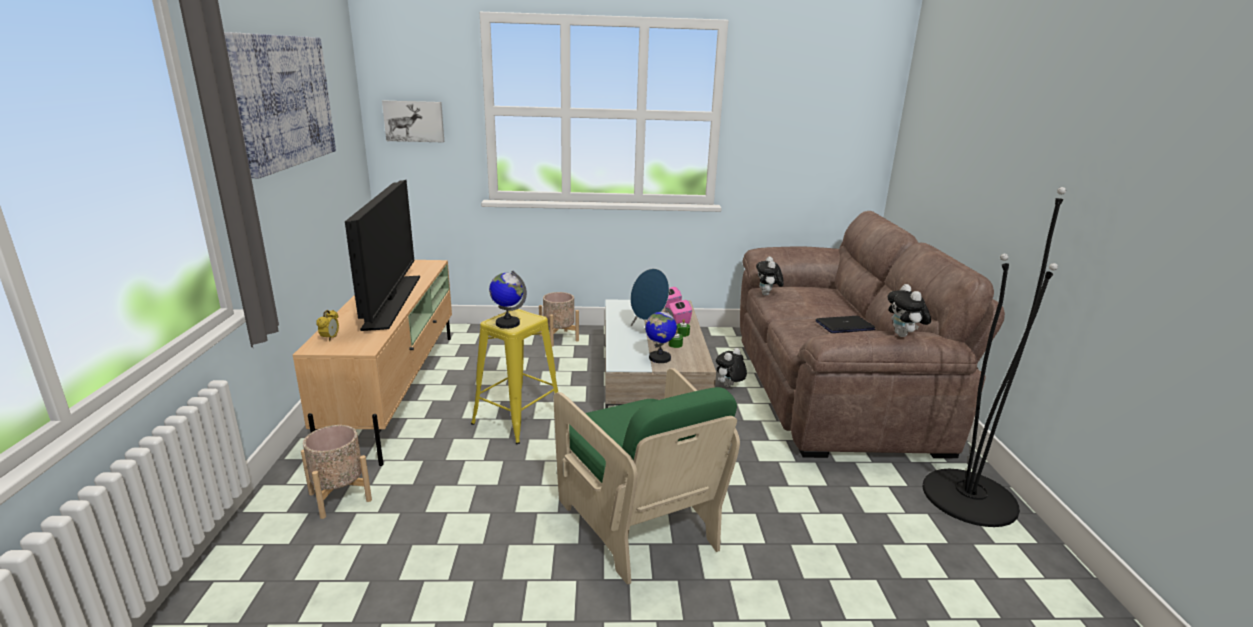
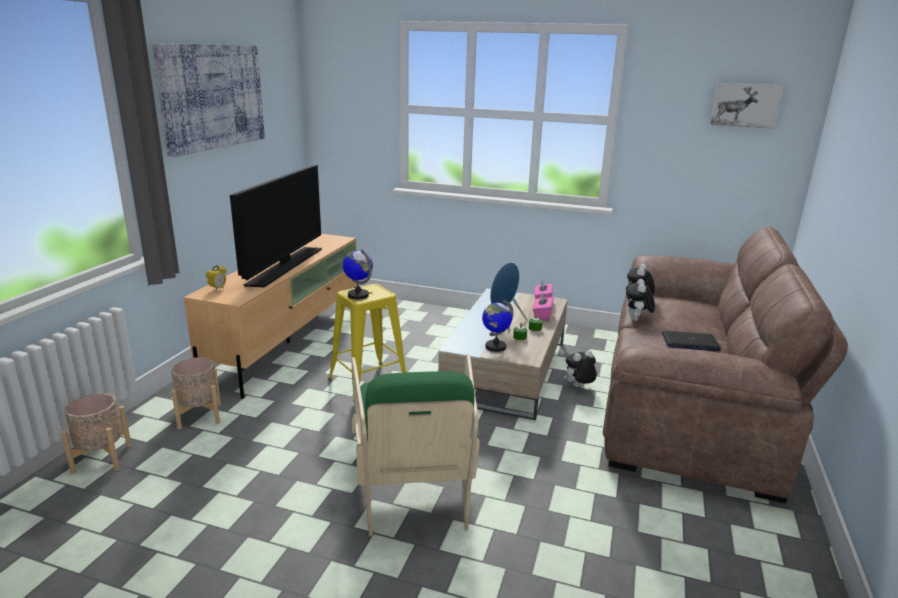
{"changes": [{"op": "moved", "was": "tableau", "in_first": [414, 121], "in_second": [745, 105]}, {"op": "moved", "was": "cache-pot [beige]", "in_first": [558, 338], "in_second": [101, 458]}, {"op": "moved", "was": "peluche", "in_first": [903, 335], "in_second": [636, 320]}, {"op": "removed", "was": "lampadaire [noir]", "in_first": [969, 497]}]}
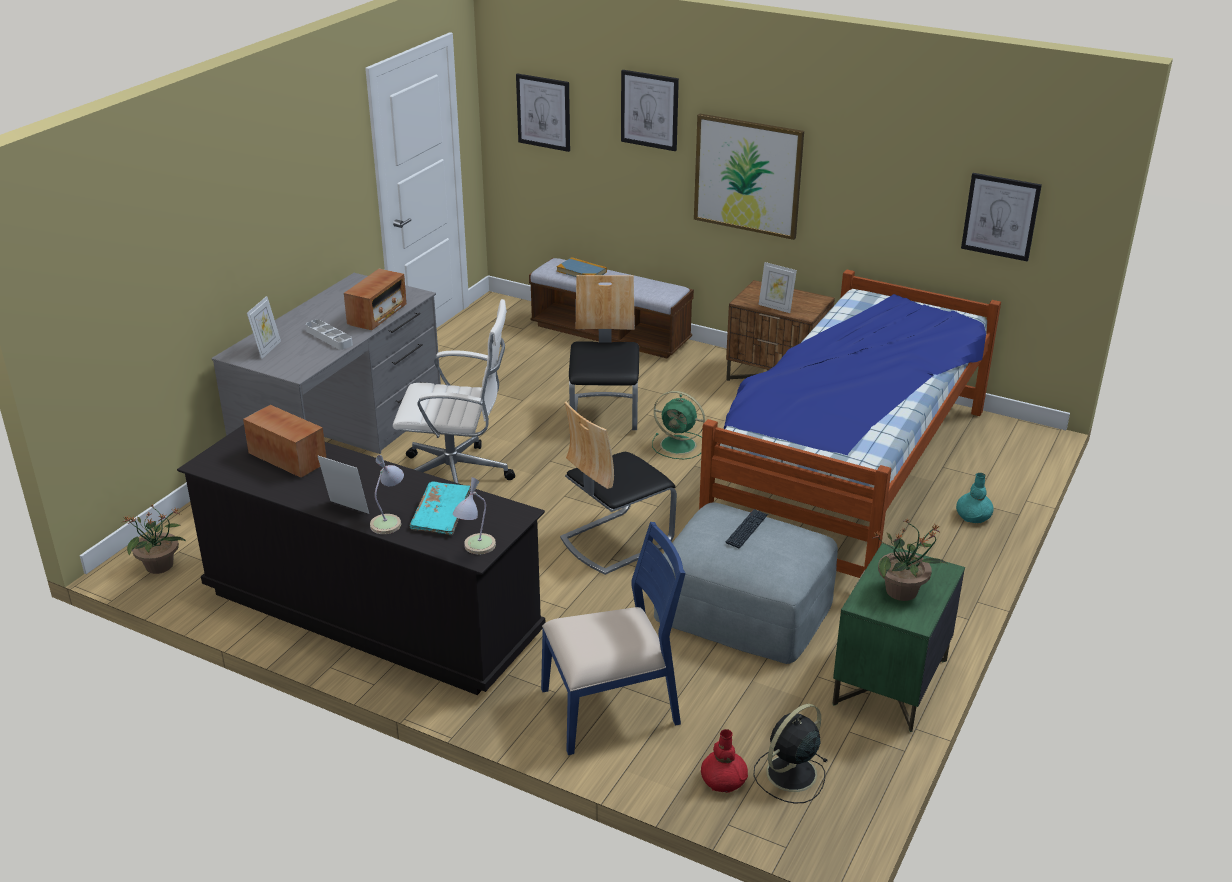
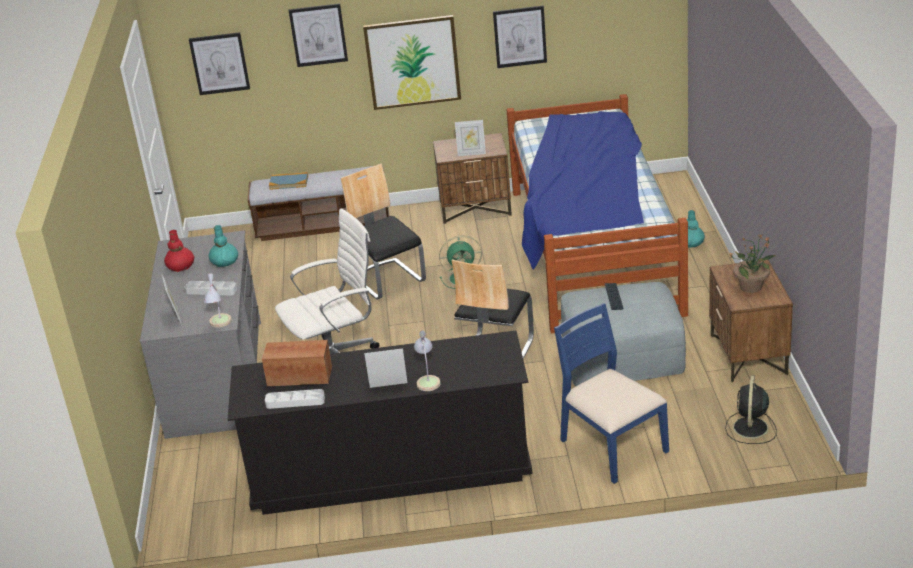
{"changes": [{"op": "removed", "was": "plante en pot", "in_first": [160, 566]}, {"op": "replaced", "was": "radio", "now": "vase [turquoise]", "in_first": [377, 315], "in_second": [224, 262]}, {"op": "removed", "was": "livre [turquoise]", "in_first": [441, 517]}, {"op": "moved", "was": "lampe de table", "in_first": [475, 548], "in_second": [219, 324]}, {"op": "turned", "was": "chaise [bleu]", "in_first": [612, 708], "in_second": [612, 446], "clockwise": -75}, {"op": "moved", "was": "vase [rouge]", "in_first": [723, 780], "in_second": [180, 266]}, {"op": "recoloured", "was": "table de chevet [vert]", "now": "table de chevet [marron]", "in_first": [890, 682], "in_second": [748, 355]}, {"op": "moved", "was": "tableau", "in_first": [1000, 216], "in_second": [520, 36]}, {"op": "added", "now": "plateau [gris]", "in_second": [295, 401]}]}
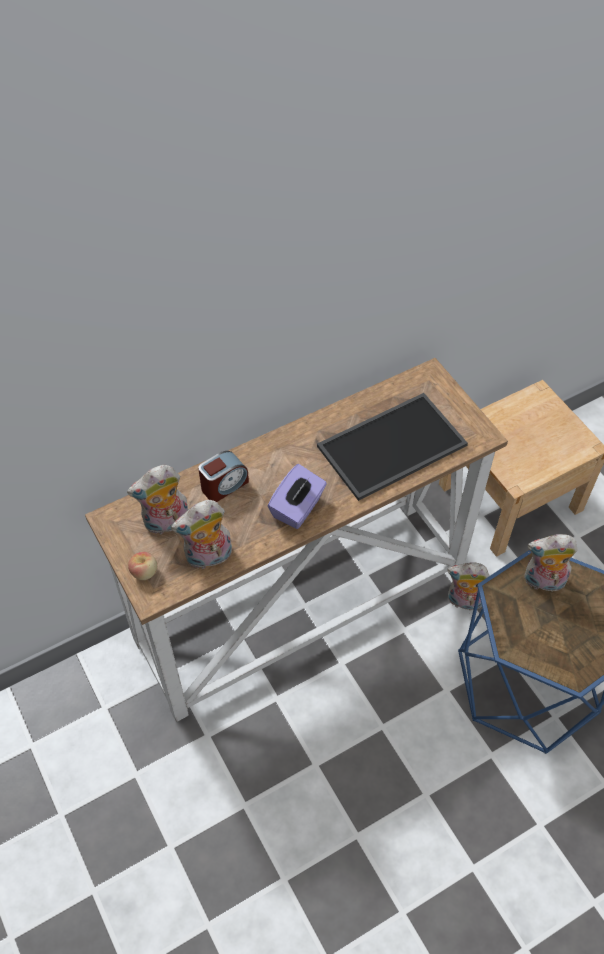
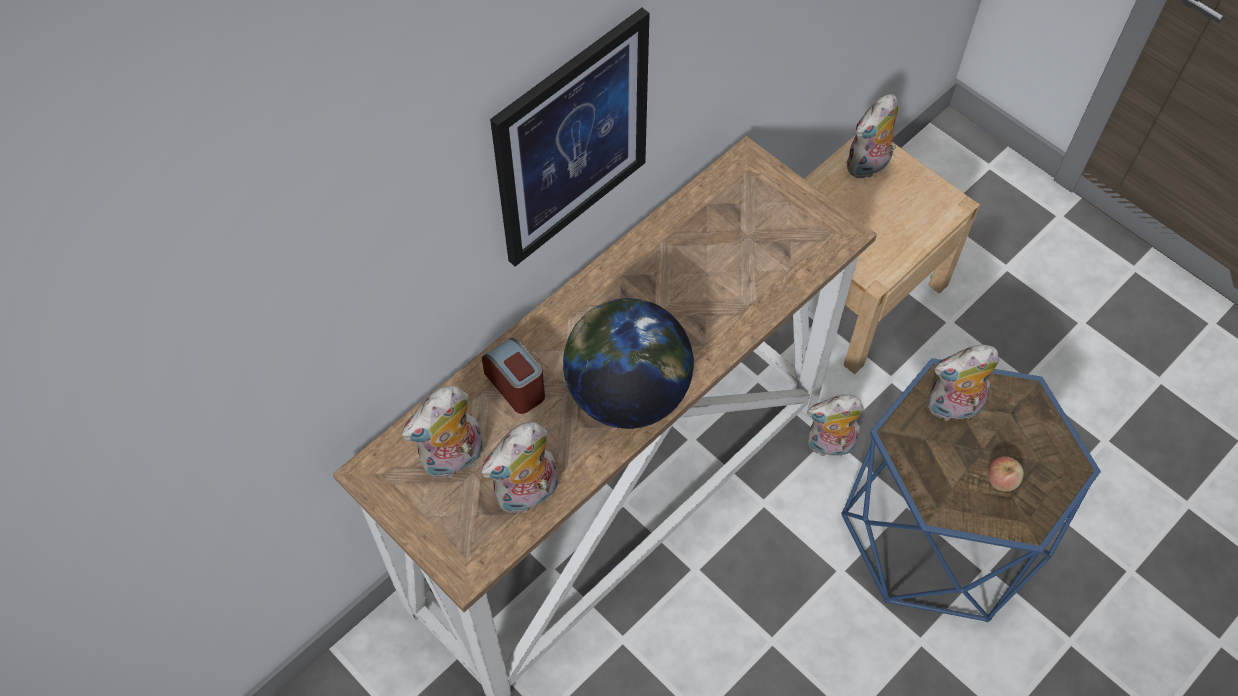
{"changes": [{"op": "moved", "was": "pomme", "in_first": [145, 572], "in_second": [1001, 480]}, {"op": "turned", "was": "réveil", "in_first": [224, 485], "in_second": [516, 385], "clockwise": -75}, {"op": "replaced", "was": "boîte à mouchoirs [violet]", "now": "globe", "in_first": [298, 508], "in_second": [627, 394]}, {"op": "removed", "was": "plateau", "in_first": [392, 448]}, {"op": "added", "now": "tableau", "in_second": [571, 140]}, {"op": "added", "now": "peluche", "in_second": [868, 166]}]}
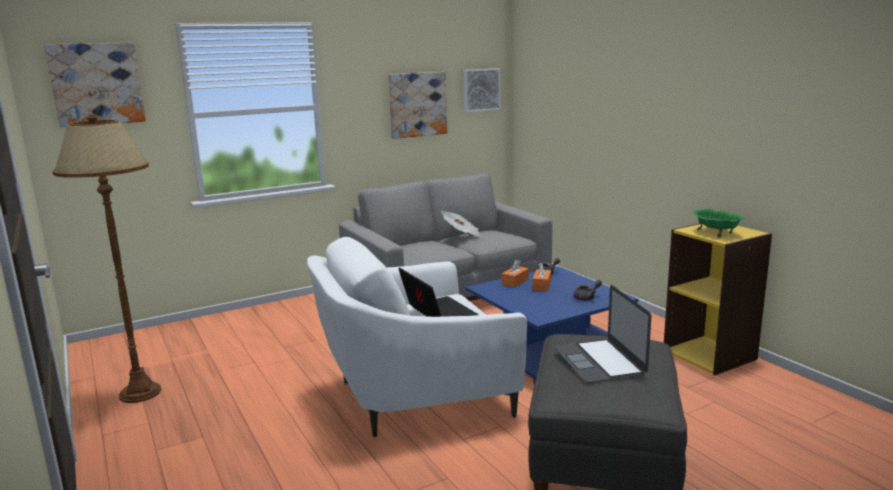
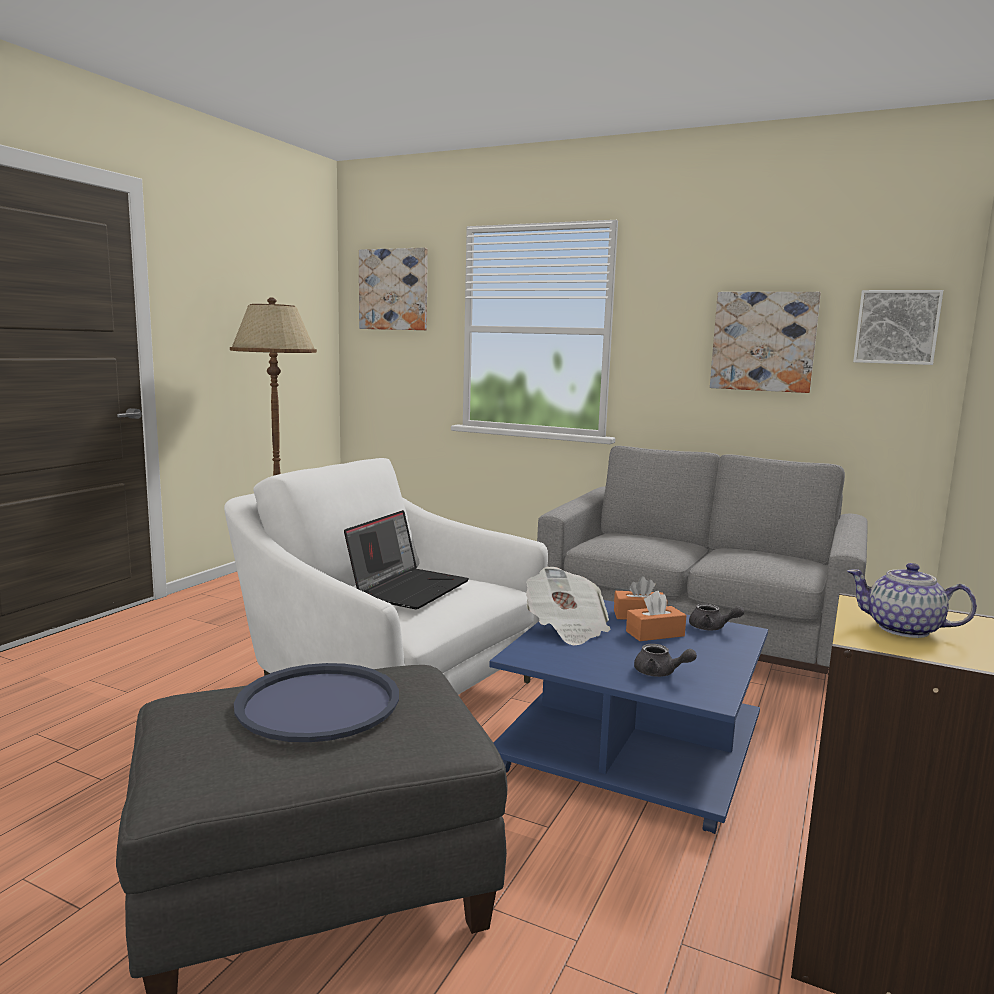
{"changes": [{"op": "moved", "was": "journal", "in_first": [462, 234], "in_second": [566, 628]}, {"op": "replaced", "was": "ordinateur portable", "now": "plateau [bleu]", "in_first": [599, 361], "in_second": [319, 703]}, {"op": "replaced", "was": "bol [vert]", "now": "théière", "in_first": [716, 233], "in_second": [904, 629]}]}
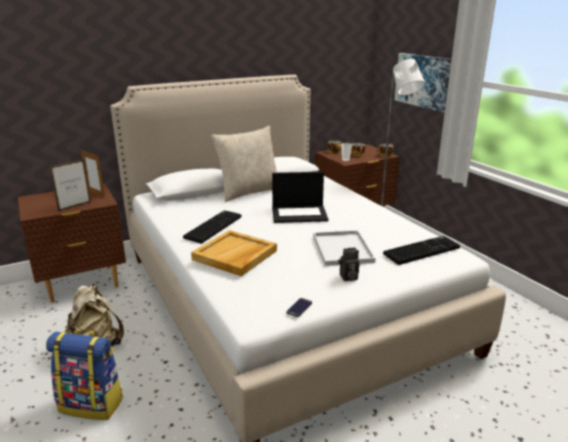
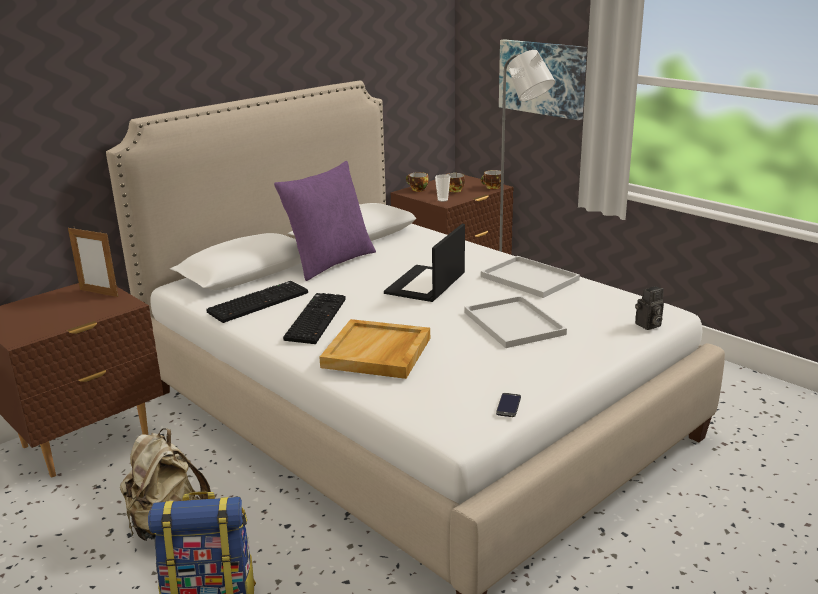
{"changes": [{"op": "removed", "was": "cadre photo", "in_first": [75, 206]}, {"op": "recoloured", "was": "coussin [beige]", "now": "coussin [violet]", "in_first": [249, 192], "in_second": [330, 262]}, {"op": "turned", "was": "ordinateur portable", "in_first": [300, 214], "in_second": [425, 284], "clockwise": 135}, {"op": "moved", "was": "appareil photo", "in_first": [348, 277], "in_second": [648, 325]}, {"op": "moved", "was": "clavier", "in_first": [421, 250], "in_second": [258, 302]}, {"op": "added", "now": "plateau [blanc]", "in_second": [527, 278]}]}
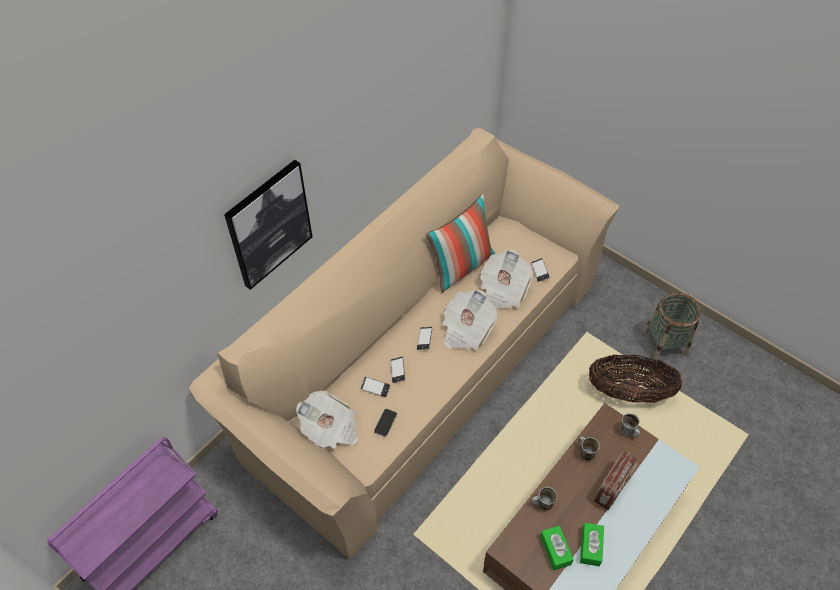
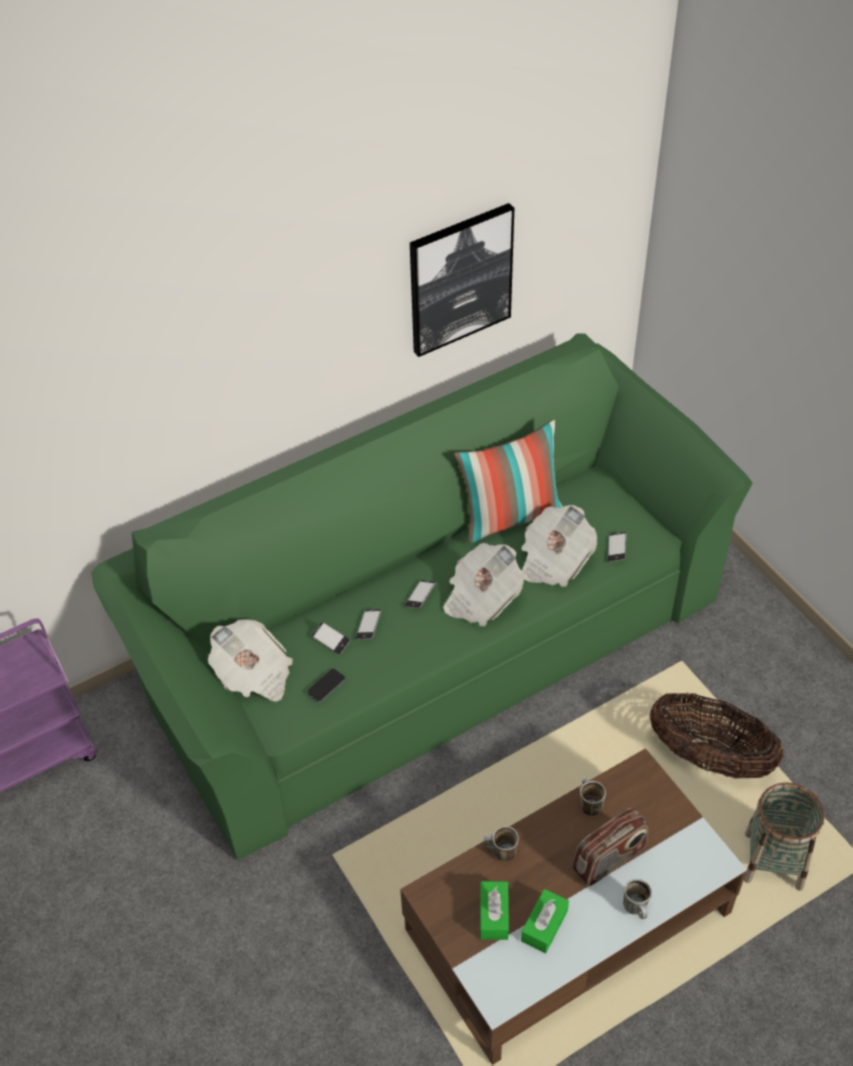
{"changes": [{"op": "recoloured", "was": "canapé [beige]", "now": "canapé [vert]", "in_first": [417, 360], "in_second": [427, 637]}, {"op": "moved", "was": "tableau", "in_first": [269, 224], "in_second": [460, 279]}, {"op": "moved", "was": "mug", "in_first": [628, 432], "in_second": [637, 909]}, {"op": "moved", "was": "panier", "in_first": [664, 343], "in_second": [773, 860]}]}
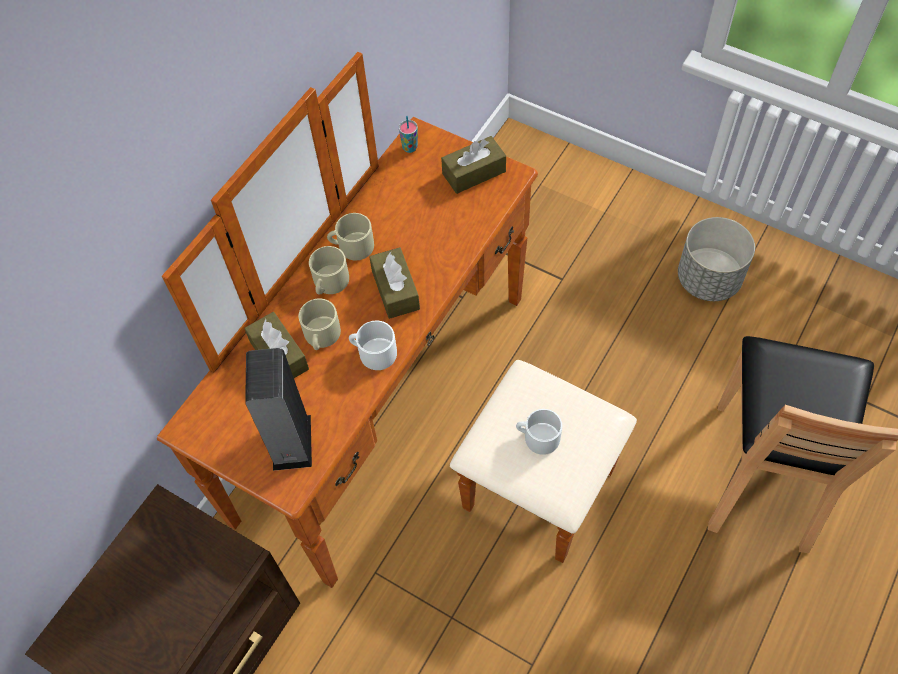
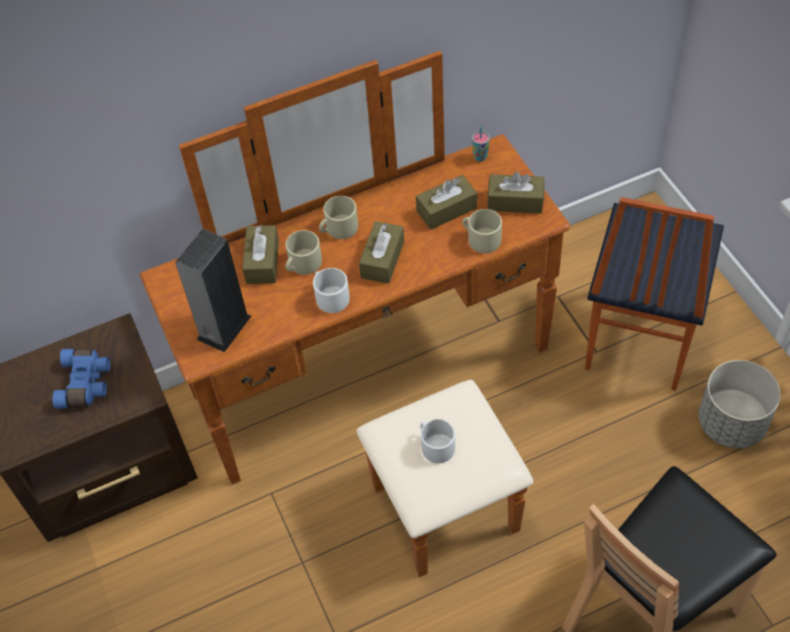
{"changes": [{"op": "moved", "was": "mug [beige]", "in_first": [351, 246], "in_second": [480, 238]}, {"op": "added", "now": "jumelles [bleu]", "in_second": [86, 384]}, {"op": "added", "now": "boîte à mouchoirs [marron]", "in_second": [446, 209]}, {"op": "added", "now": "chaise", "in_second": [637, 339]}]}
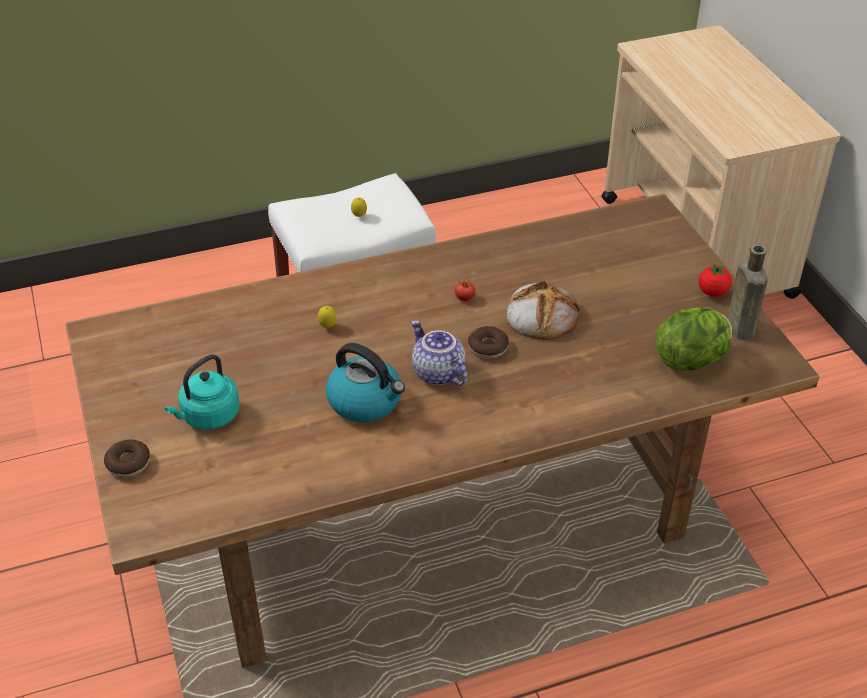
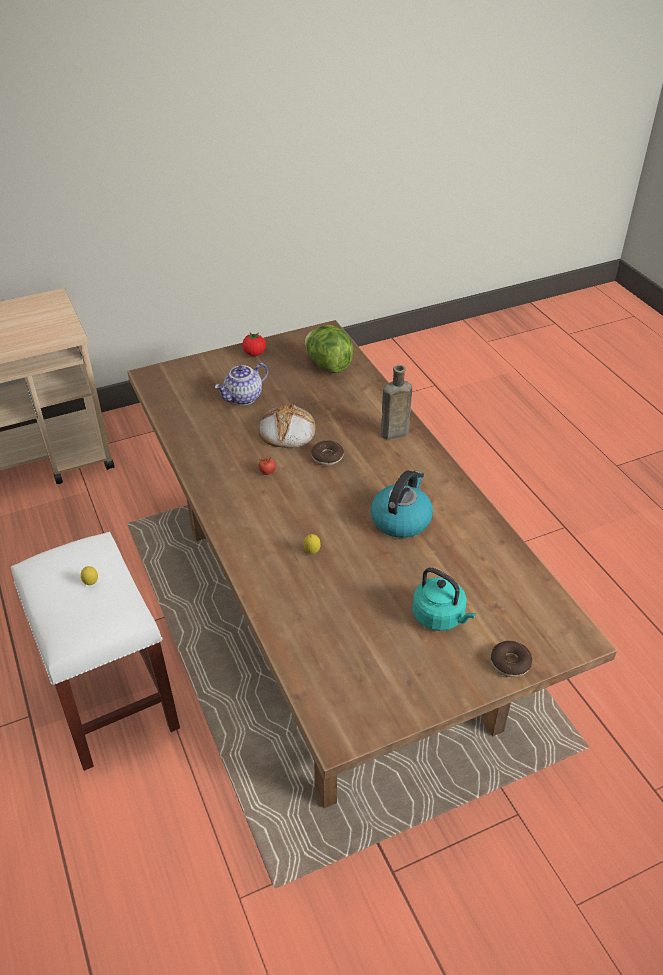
{"changes": [{"op": "moved", "was": "théière", "in_first": [437, 373], "in_second": [244, 398]}, {"op": "moved", "was": "bouteille [marron]", "in_first": [739, 326], "in_second": [392, 433]}]}
